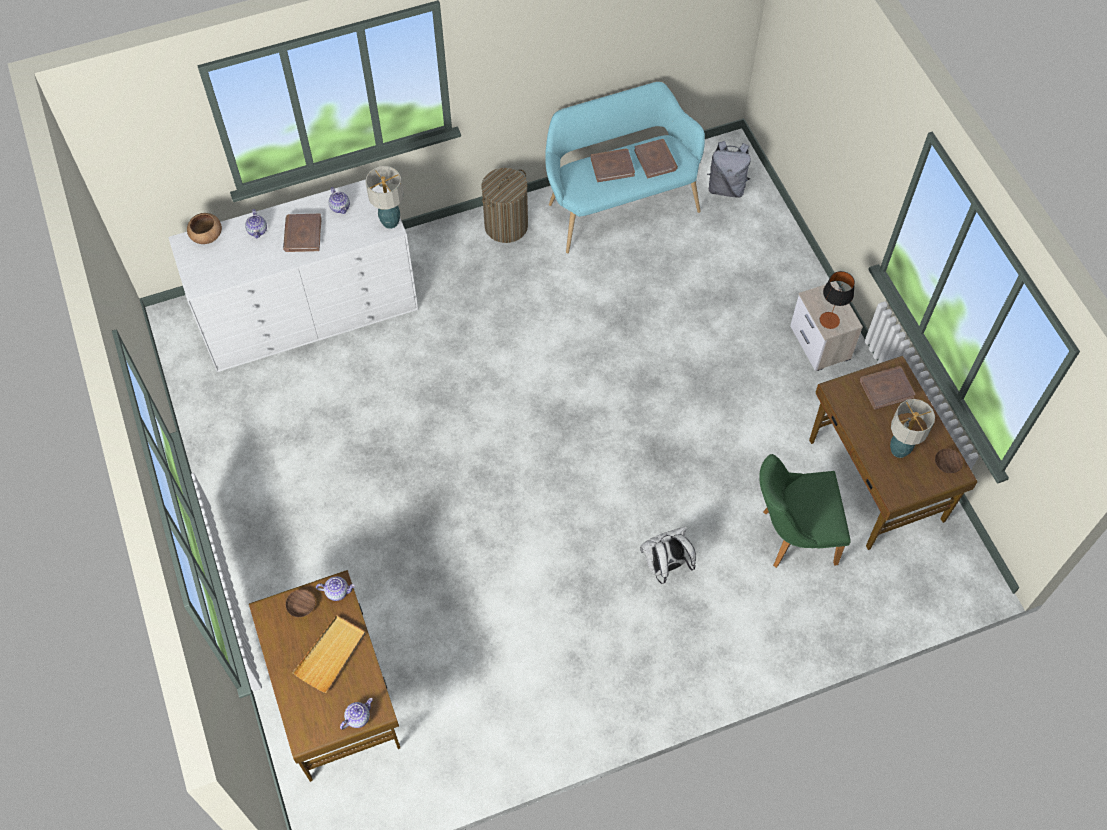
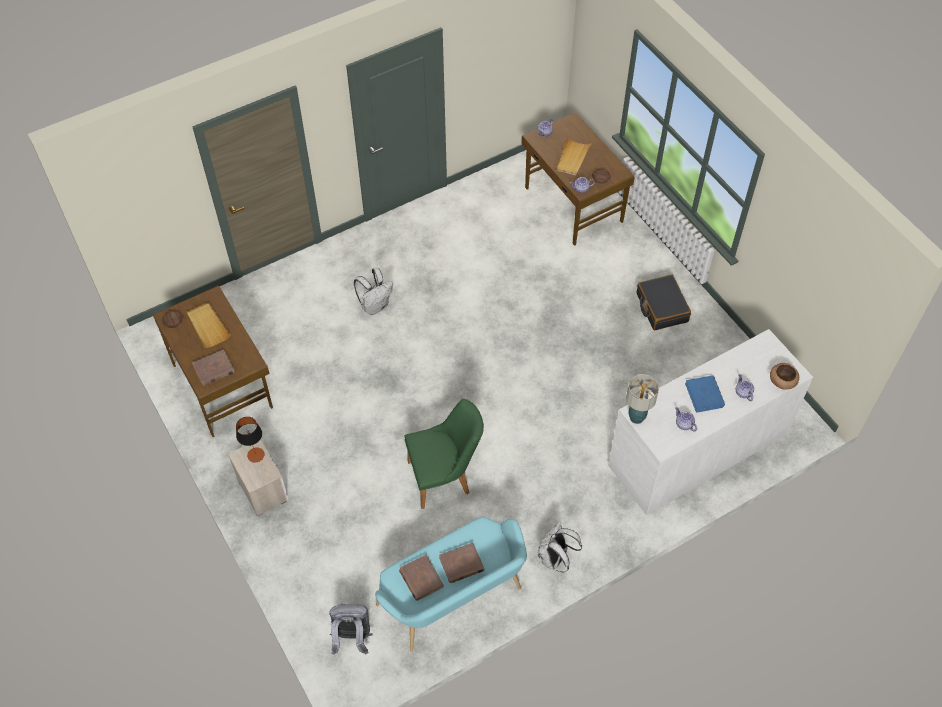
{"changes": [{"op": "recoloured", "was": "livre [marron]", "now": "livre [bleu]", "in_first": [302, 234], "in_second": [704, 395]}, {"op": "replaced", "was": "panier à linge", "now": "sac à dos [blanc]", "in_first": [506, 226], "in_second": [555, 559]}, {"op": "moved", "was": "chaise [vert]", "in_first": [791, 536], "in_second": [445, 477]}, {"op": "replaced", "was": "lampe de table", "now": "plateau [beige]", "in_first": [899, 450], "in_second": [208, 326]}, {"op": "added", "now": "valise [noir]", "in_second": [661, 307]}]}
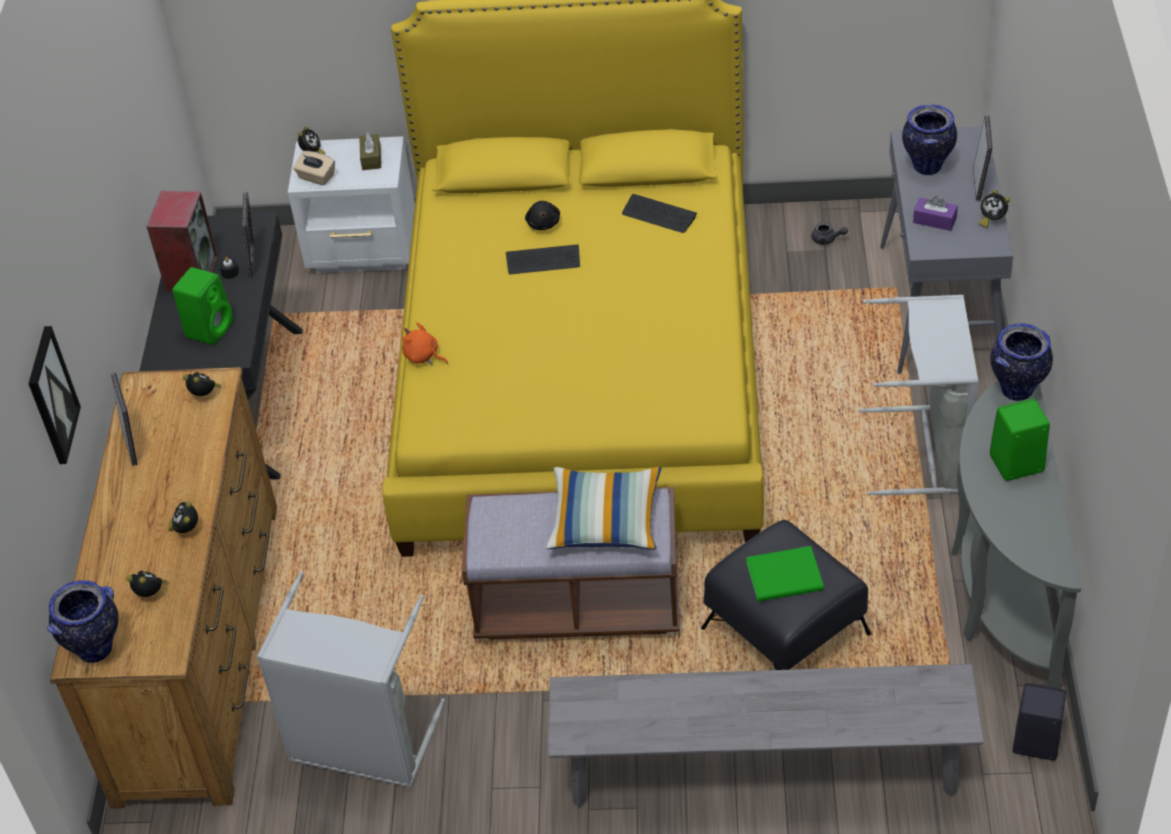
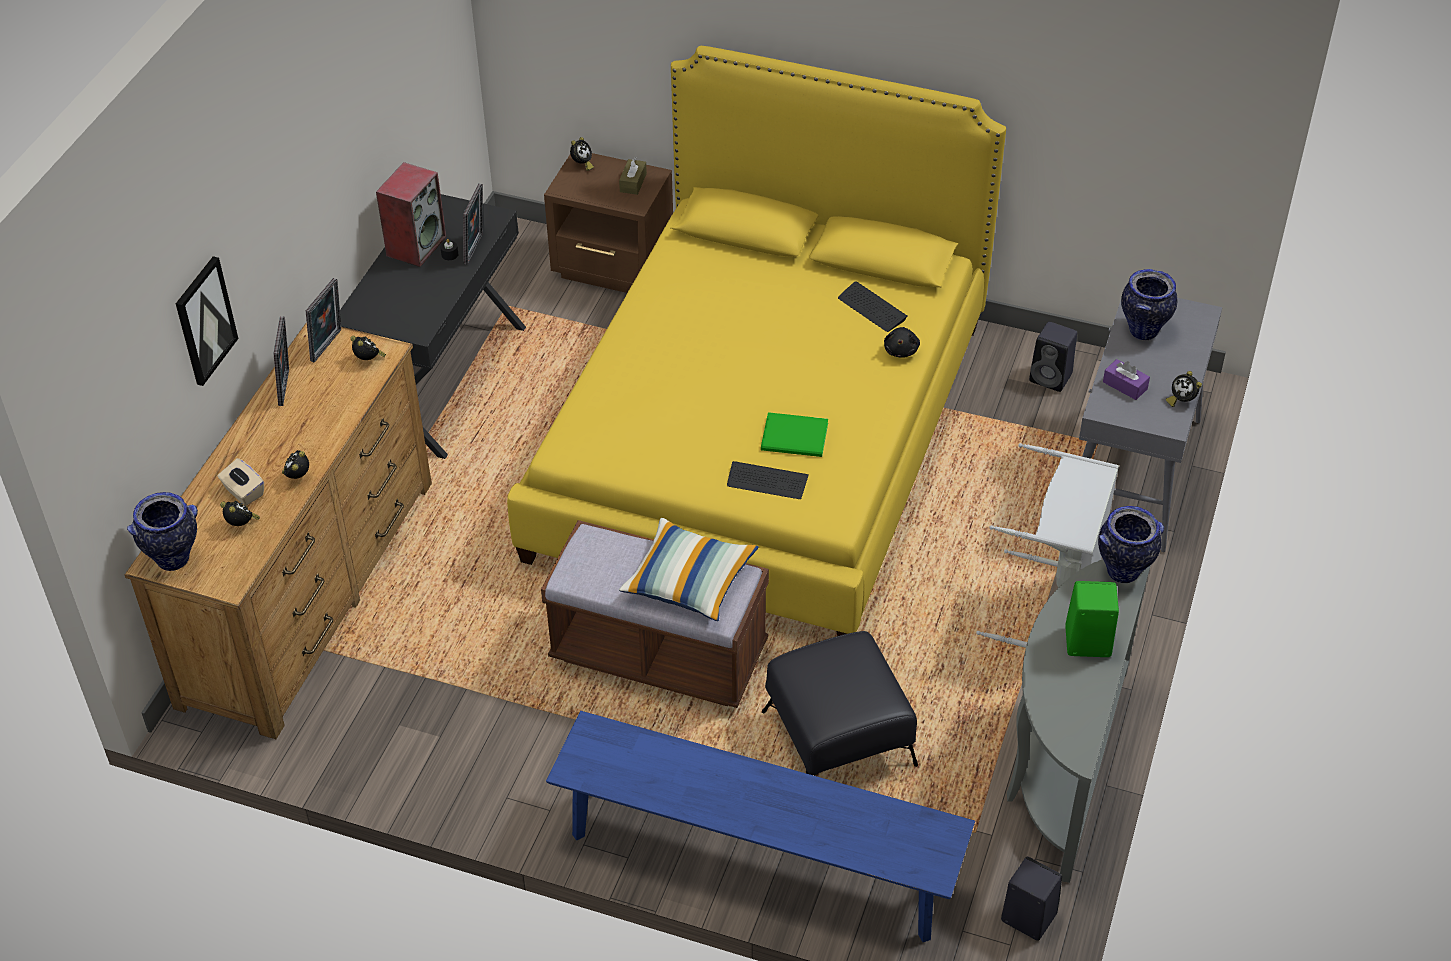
{"changes": [{"op": "removed", "was": "enceinte [vert]", "in_first": [210, 328]}, {"op": "removed", "was": "panier à linge [gris]", "in_first": [362, 745]}, {"op": "recoloured", "was": "table de chevet [blanc]", "now": "table de chevet [marron]", "in_first": [364, 250], "in_second": [614, 268]}, {"op": "moved", "was": "boîte à mouchoirs [beige]", "in_first": [316, 177], "in_second": [243, 492]}, {"op": "removed", "was": "peluche [orange]", "in_first": [423, 356]}, {"op": "moved", "was": "clavier", "in_first": [543, 261], "in_second": [767, 482]}, {"op": "moved", "was": "peluche [noir]", "in_first": [543, 223], "in_second": [901, 350]}, {"op": "recoloured", "was": "banc [gris]", "now": "banc [bleu]", "in_first": [762, 769], "in_second": [758, 860]}, {"op": "moved", "was": "livre [vert]", "in_first": [787, 577], "in_second": [796, 438]}, {"op": "replaced", "was": "théière [gris]", "now": "enceinte [noir]", "in_first": [827, 239], "in_second": [1052, 378]}, {"op": "moved", "was": "cadre photo", "in_first": [980, 184], "in_second": [329, 346]}]}
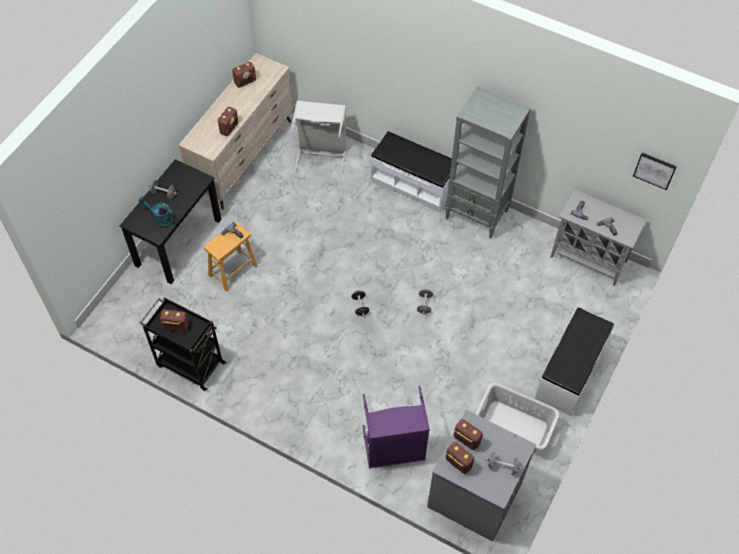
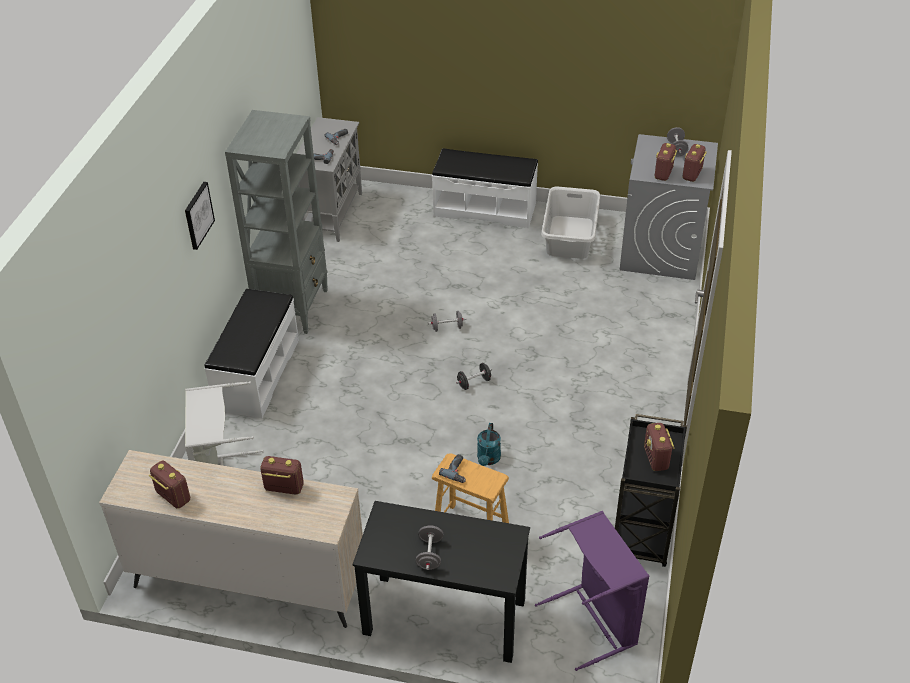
{"changes": [{"op": "moved", "was": "arrosoir [turquoise]", "in_first": [160, 219], "in_second": [488, 459]}, {"op": "moved", "was": "panier à linge [violet]", "in_first": [394, 450], "in_second": [595, 621]}, {"op": "moved", "was": "tableau", "in_first": [654, 170], "in_second": [198, 215]}]}
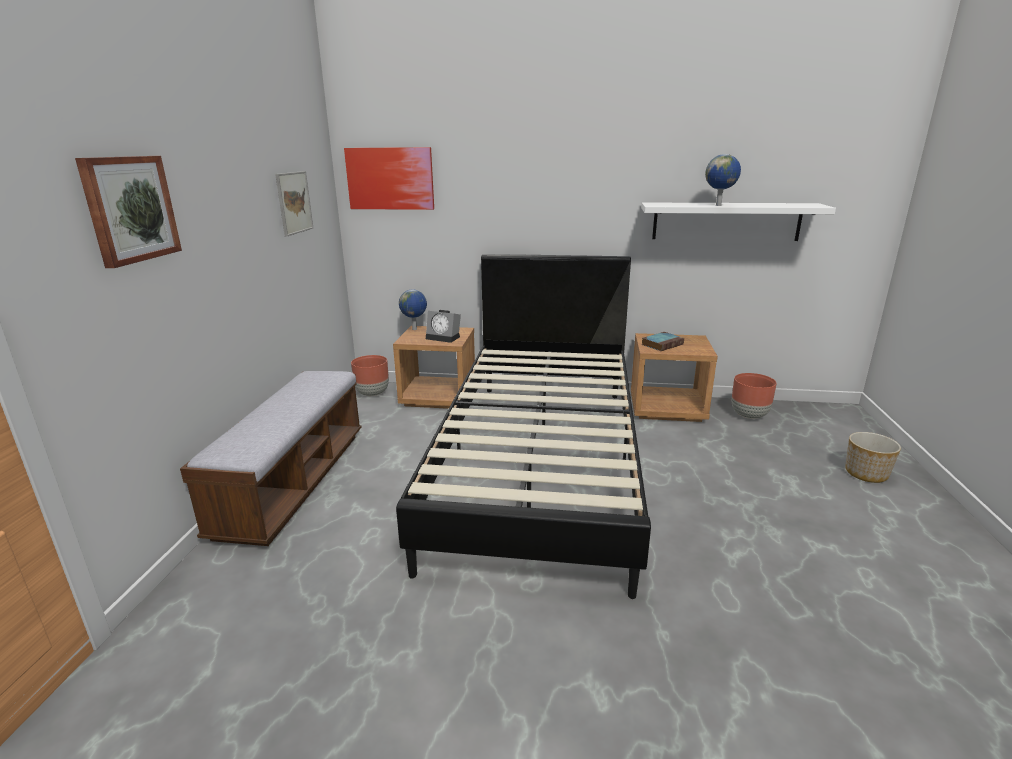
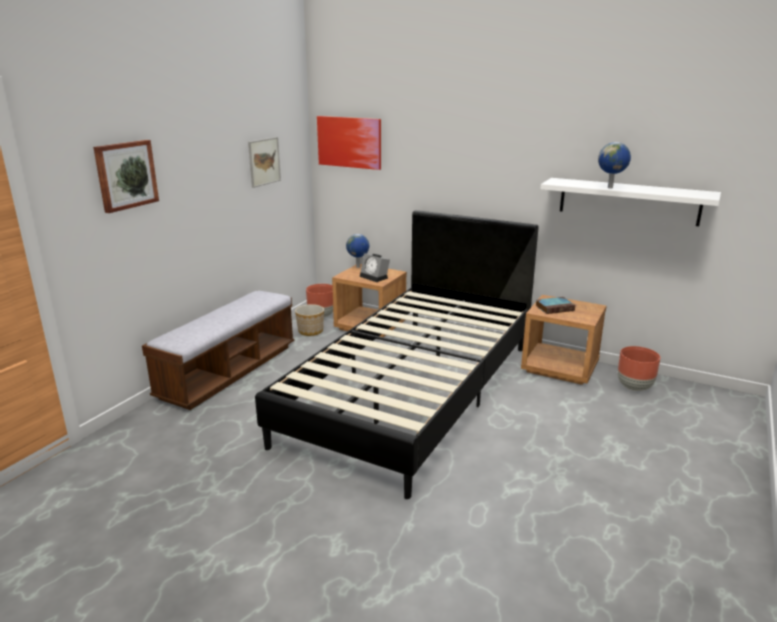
{"changes": [{"op": "moved", "was": "cache-pot", "in_first": [867, 474], "in_second": [311, 331]}]}
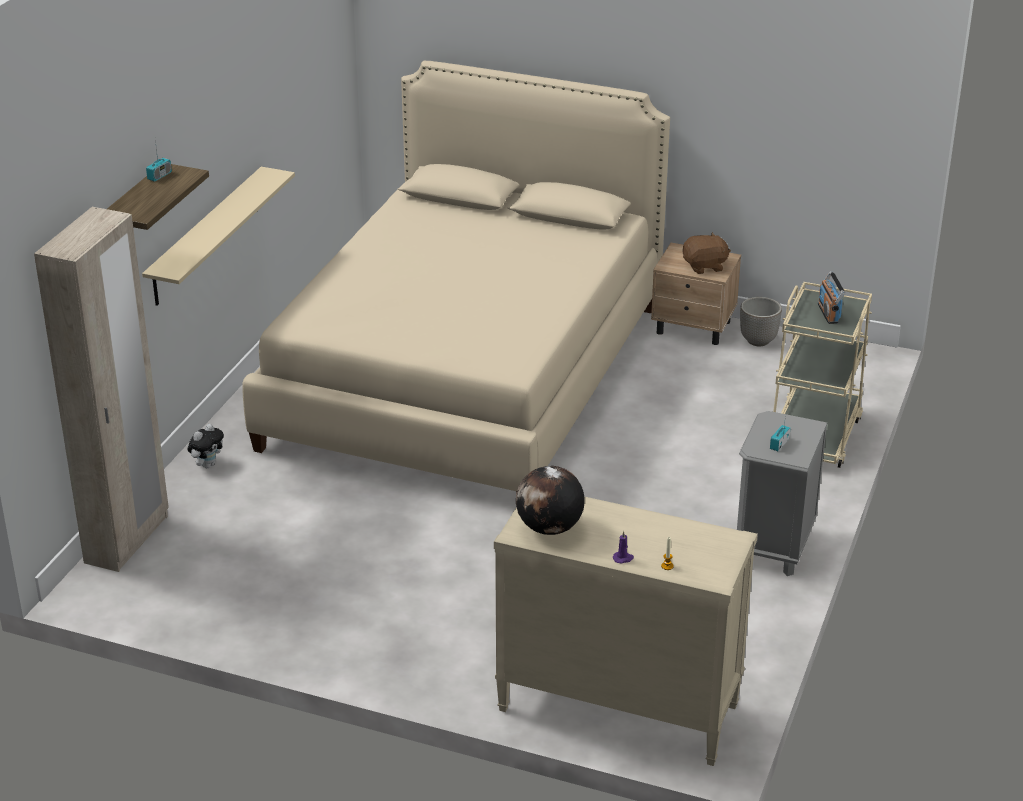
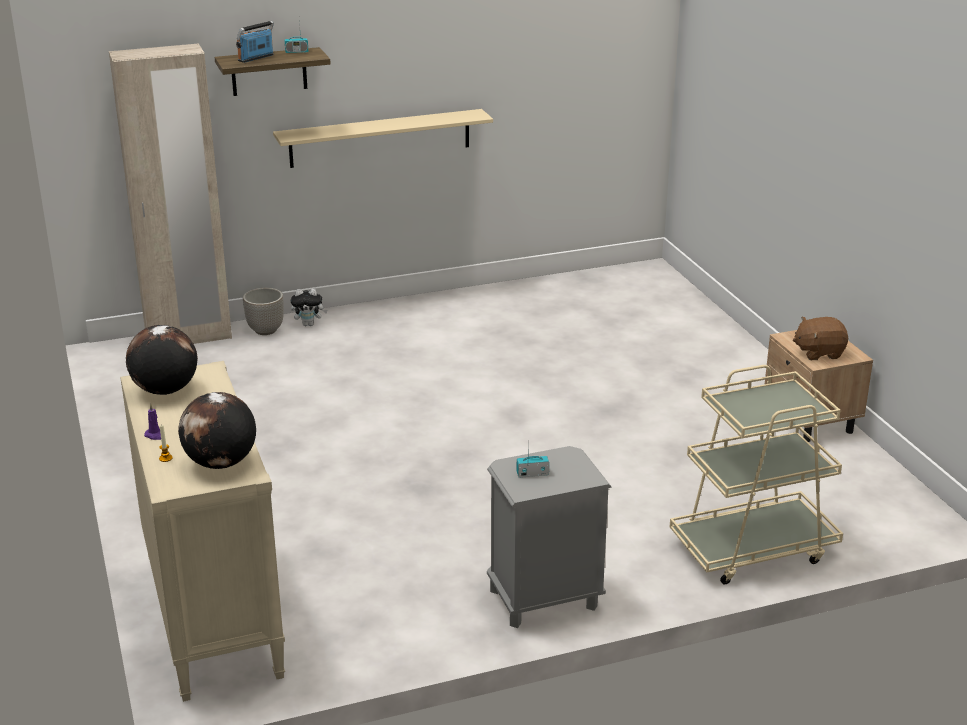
{"changes": [{"op": "removed", "was": "lit [beige]", "in_first": [467, 374]}, {"op": "turned", "was": "peluche [marron]", "in_first": [705, 266], "in_second": [818, 352], "clockwise": 135}, {"op": "moved", "was": "cache-pot", "in_first": [757, 341], "in_second": [265, 330]}, {"op": "moved", "was": "radio", "in_first": [828, 313], "in_second": [256, 58]}, {"op": "added", "now": "globe", "in_second": [220, 463]}]}
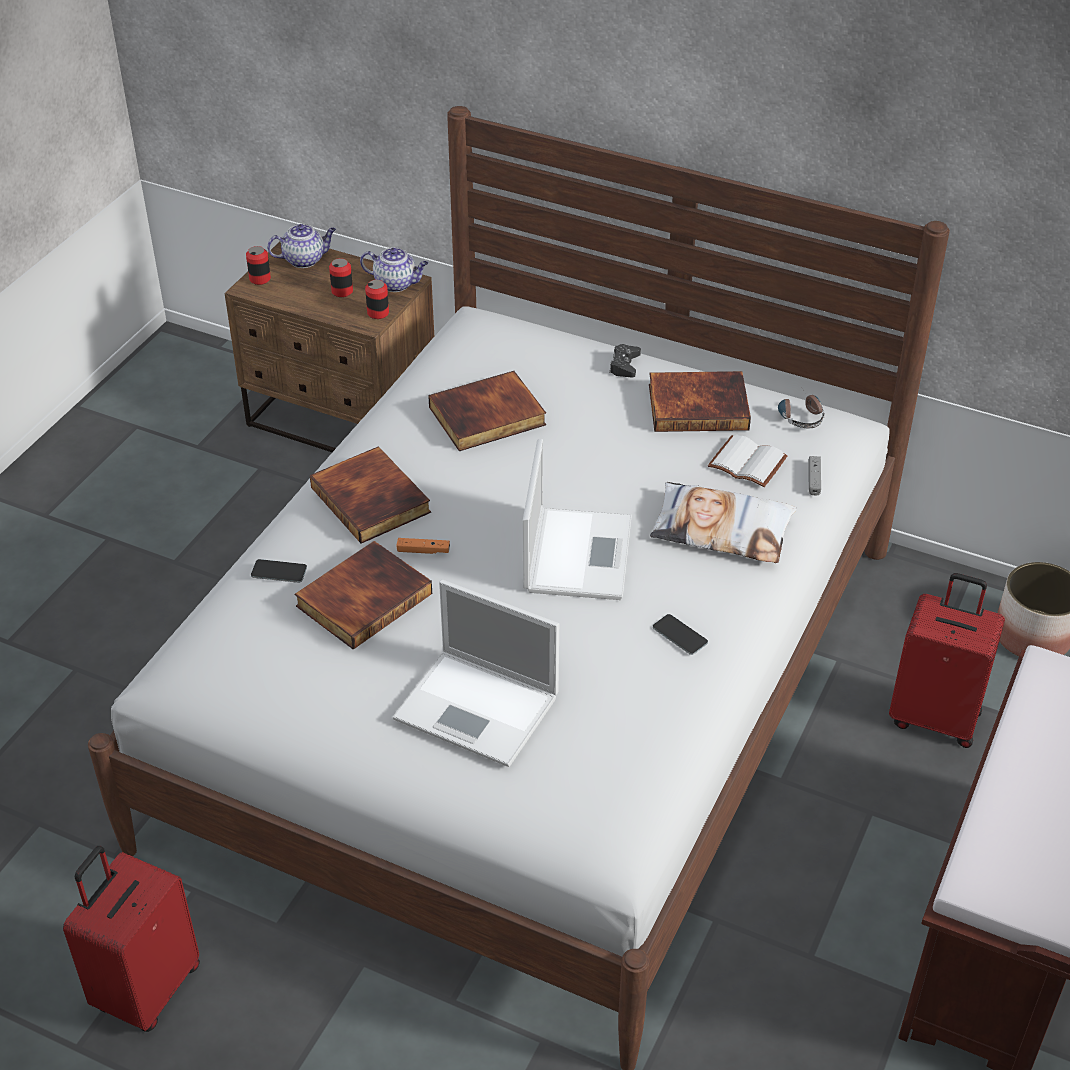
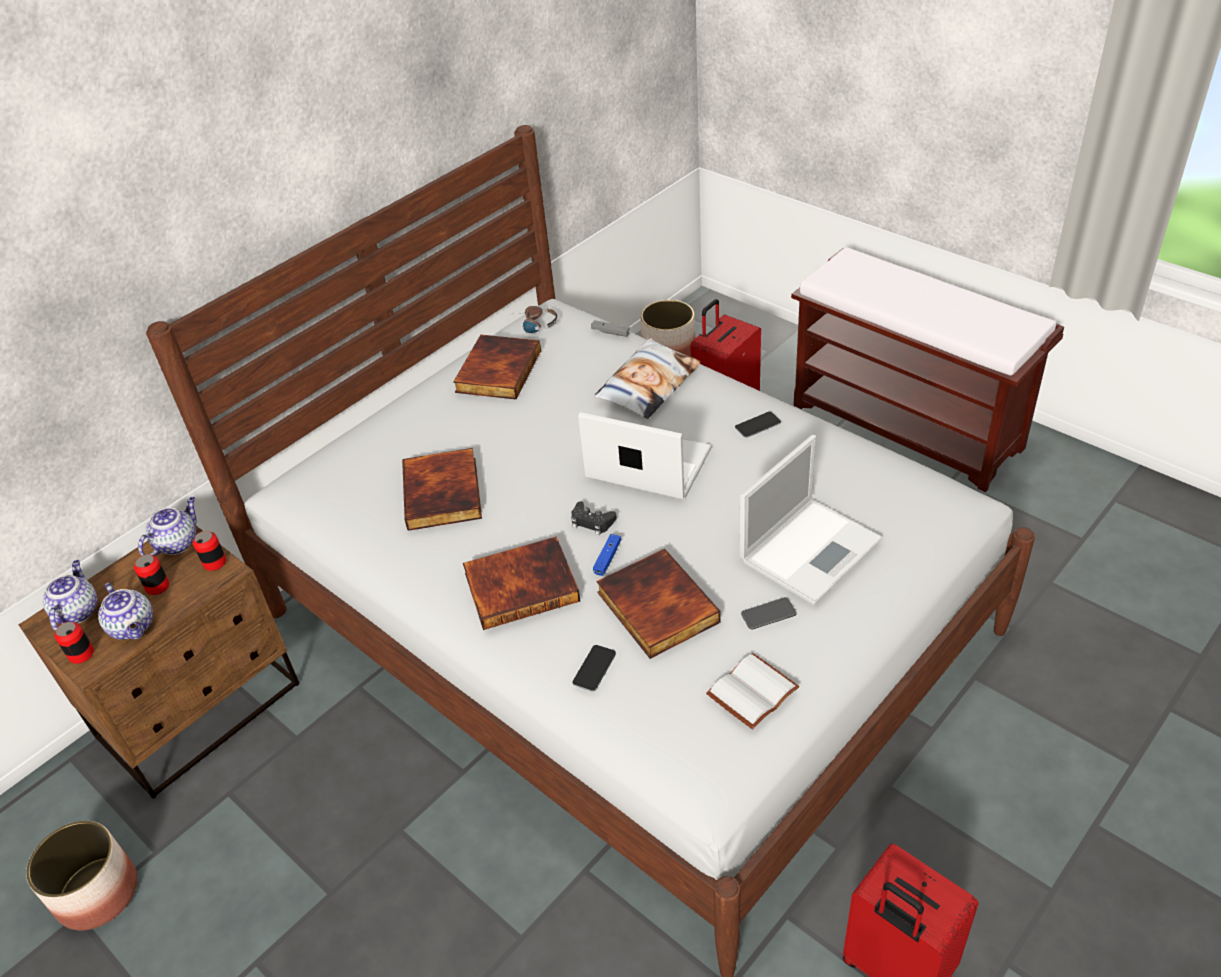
{"changes": [{"op": "recoloured", "was": "manette [orange]", "now": "manette [bleu]", "in_first": [423, 551], "in_second": [607, 558]}, {"op": "moved", "was": "manette [noir]", "in_first": [624, 365], "in_second": [592, 522]}, {"op": "moved", "was": "livre [blanc]", "in_first": [745, 464], "in_second": [753, 694]}, {"op": "added", "now": "cache-pot", "in_second": [97, 892]}, {"op": "added", "now": "théière", "in_second": [134, 627]}, {"op": "added", "now": "téléphone", "in_second": [768, 614]}]}
